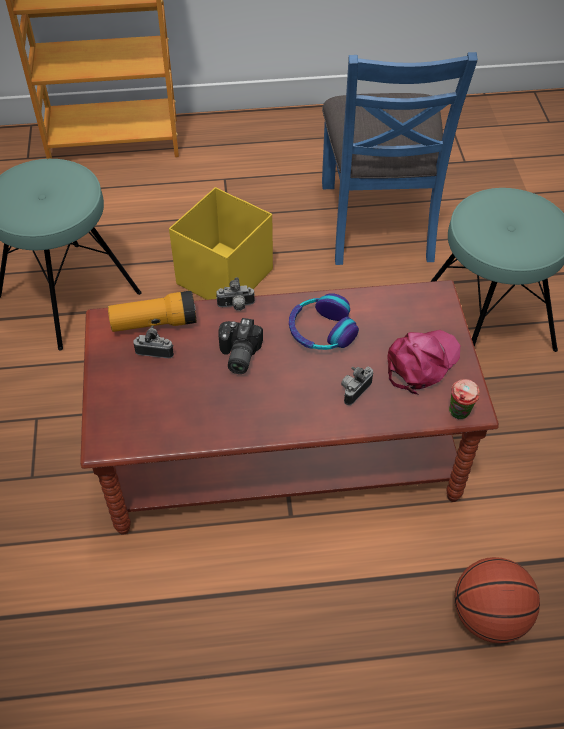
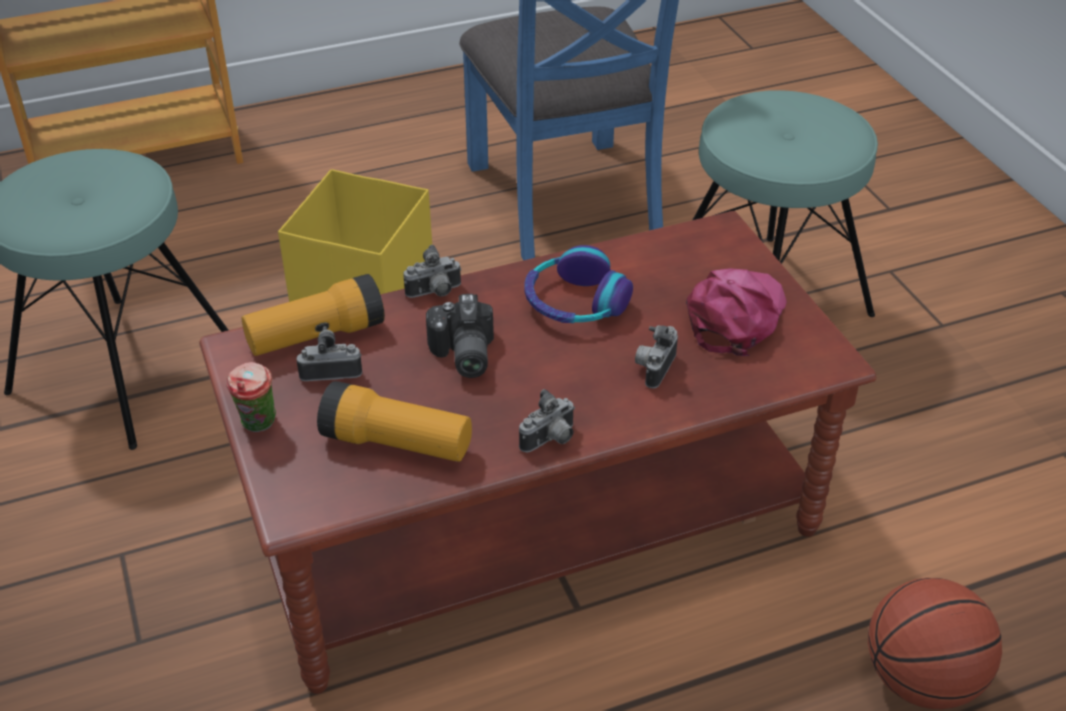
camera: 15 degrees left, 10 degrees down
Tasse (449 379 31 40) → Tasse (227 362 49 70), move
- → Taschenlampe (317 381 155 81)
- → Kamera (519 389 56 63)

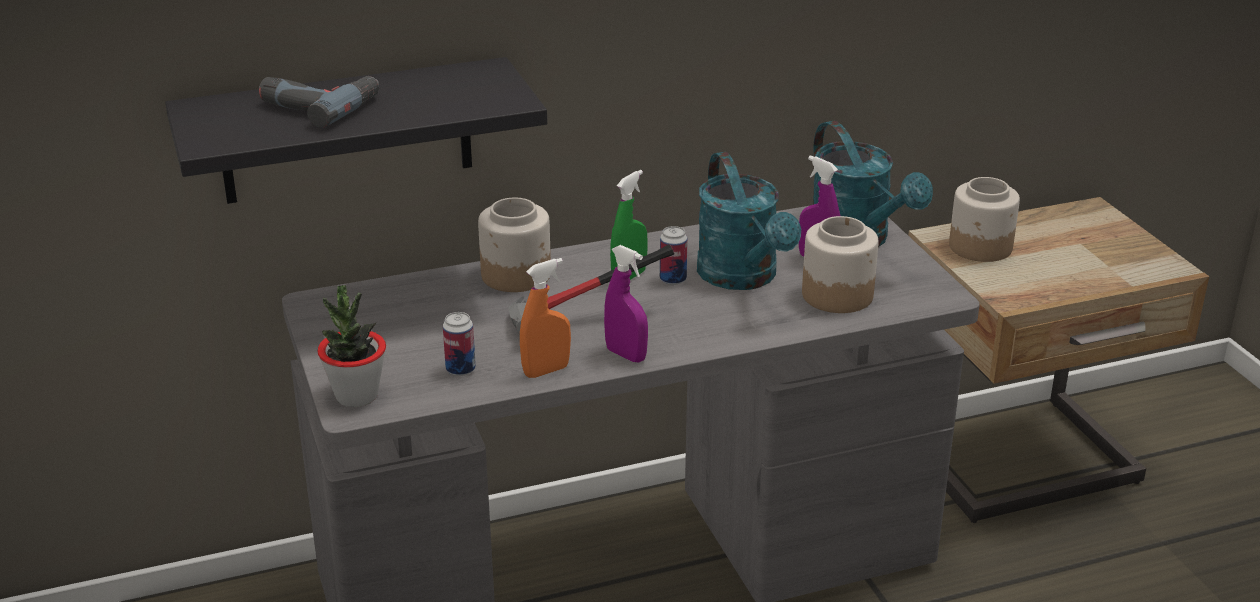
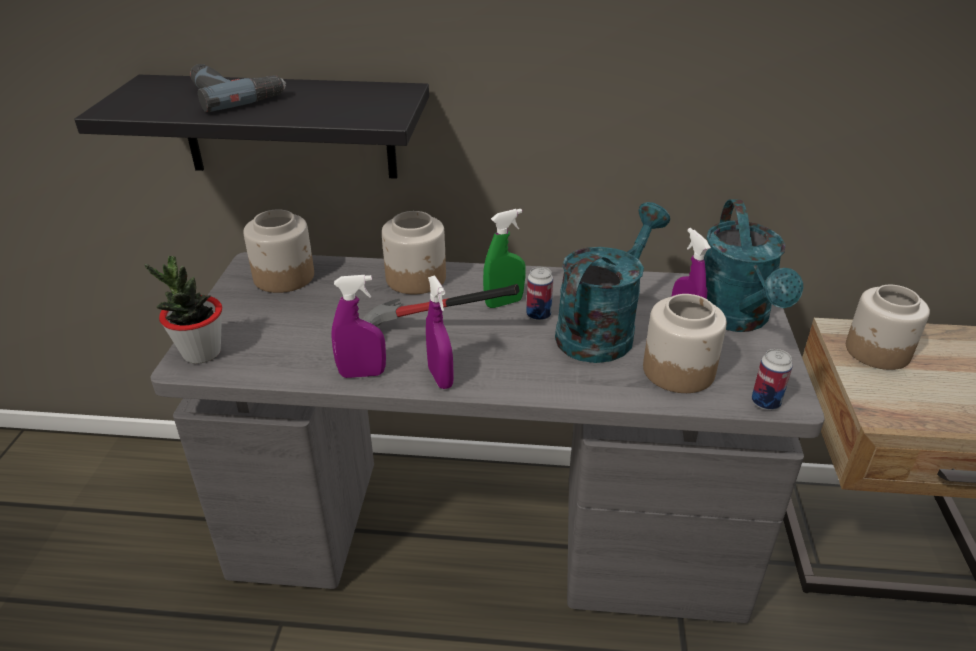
camera: 25 degrees right, 5 degrees up
Dose (443 312 33 64) → Dose (752 349 41 61), move
Sprühflasche [orange] (520 258 51 120) → Sprühflasche [lila] (331 275 55 103)
Gießkanne [türkis] (697 152 104 138) → Gießkanne [türkis] (555 202 115 161), 150 degrees counterclockwise
- → Vorratsglas (243 209 71 84)

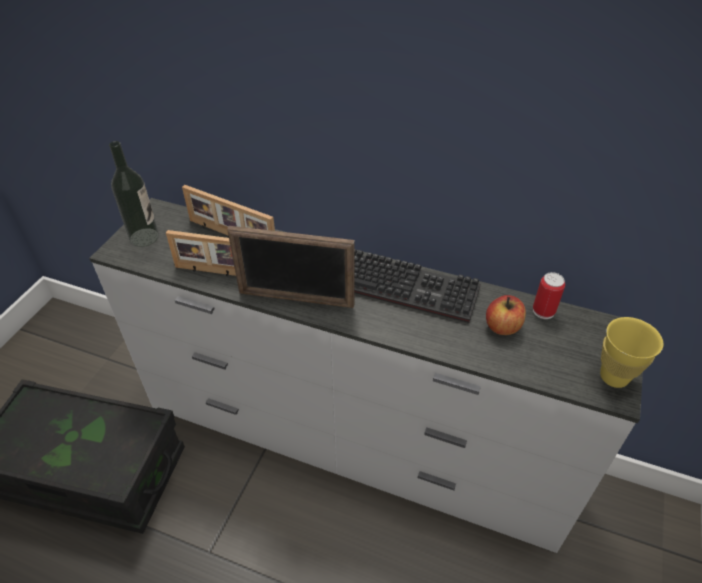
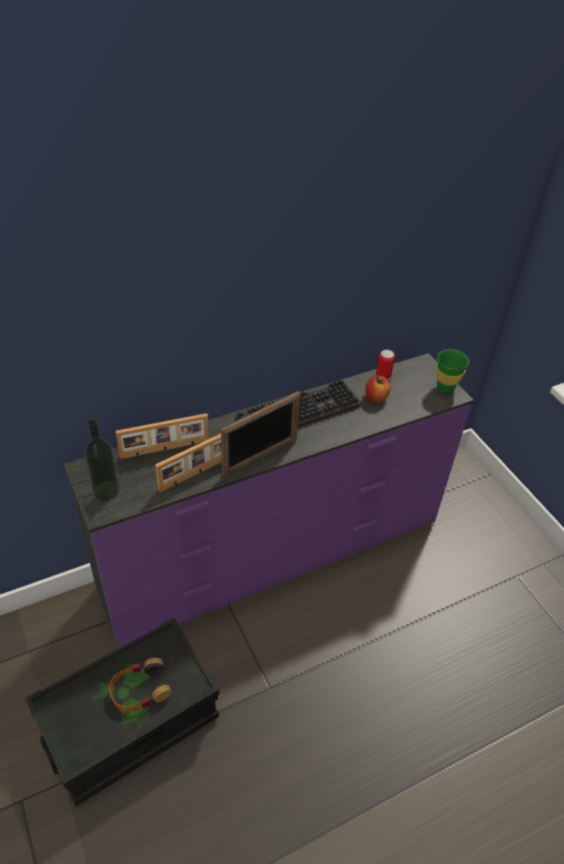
camera: 50 degrees left, 0 degrees up
Kommode [weiß] (89 198 554 355) → Kommode [lila] (64 353 410 295)
Tasse [gelb] (600 317 63 71) → Tasse [grün] (436 349 33 44)
- → Kopfhörer (109 658 63 53)

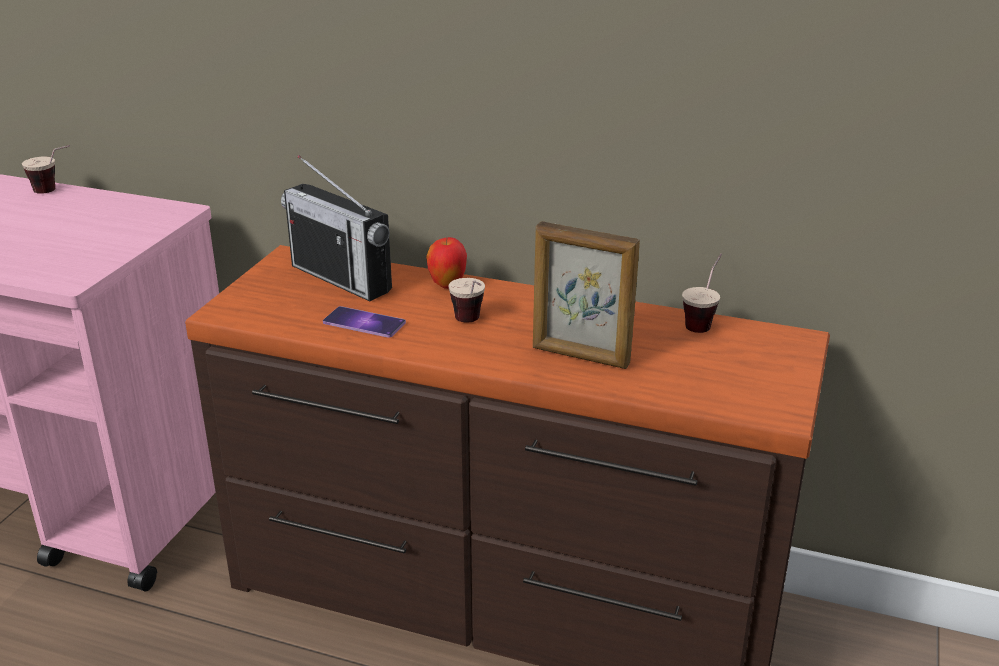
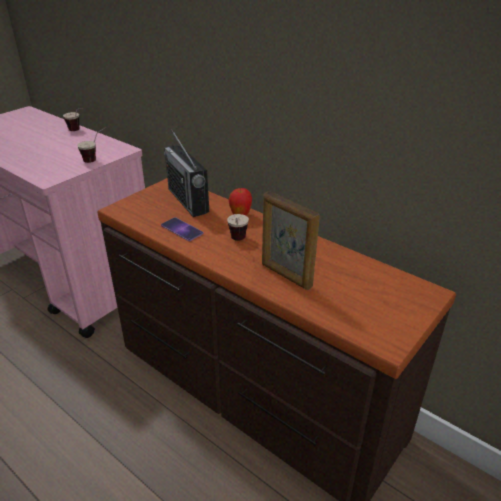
camera: 20 degrees right, 5 degrees up
Tasse (682 254 40 79) → Tasse (77 127 30 36), move

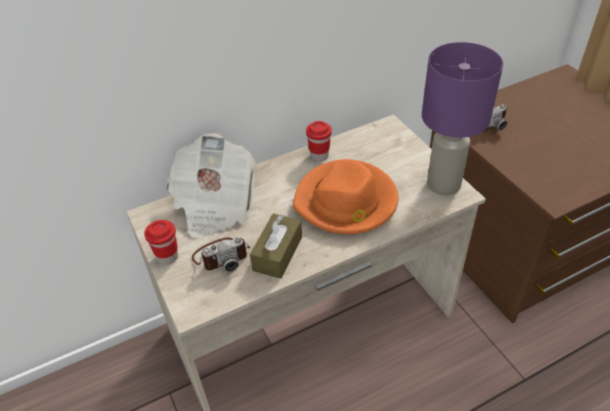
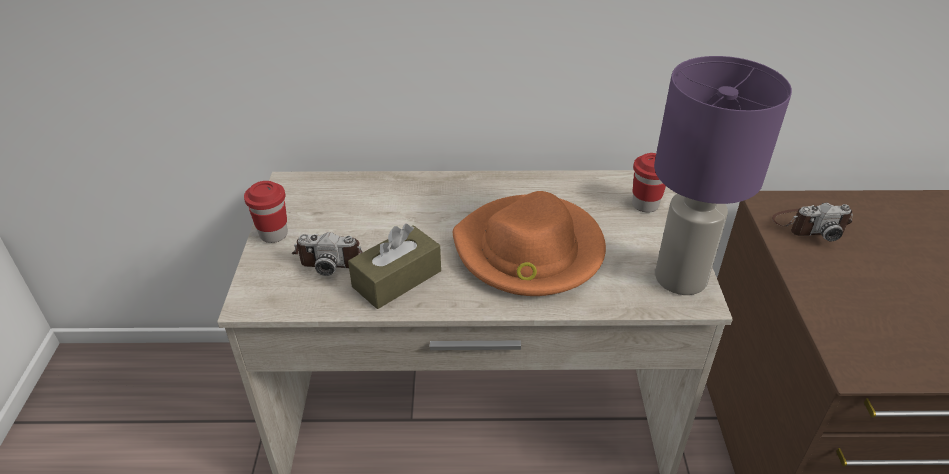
camera: 25 degrees right, 5 degrees down
Zeitung (167 133 90 106) → -
Tasse [rot] (306 121 26 40) → Tasse [rot] (632 153 34 60), move

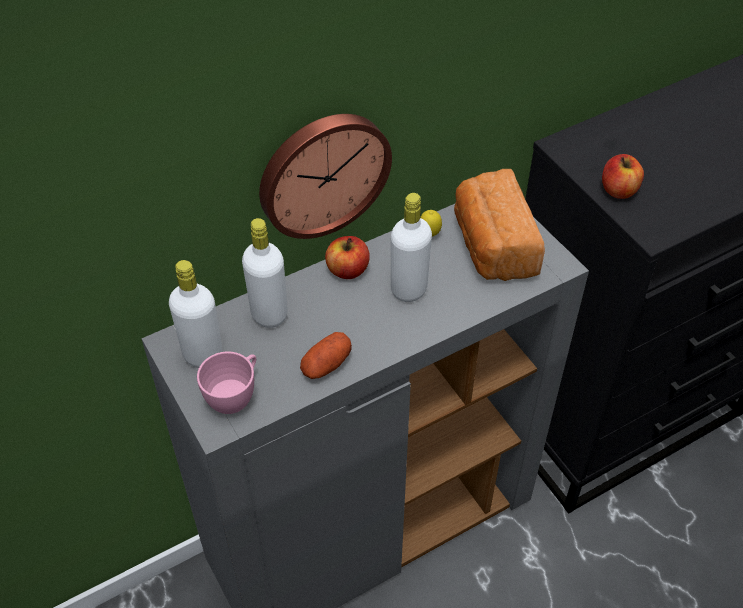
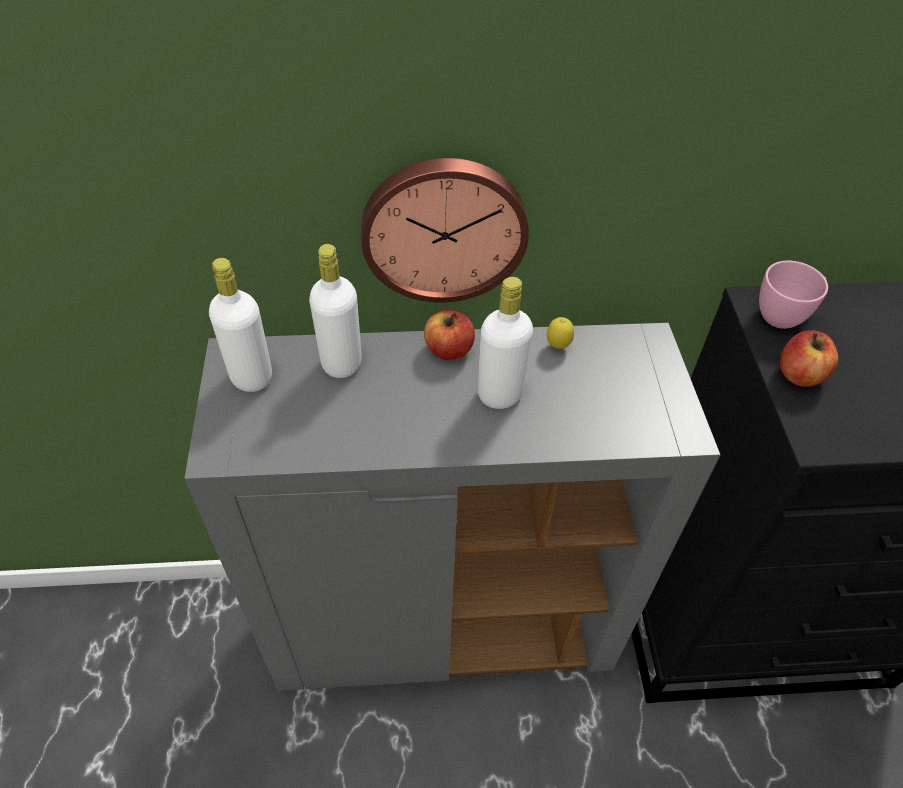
camera: 25 degrees right, 0 degrees up
Tasse [rosa] (197 351 59 63) → Tasse [rosa] (759 261 69 68), move
Kartoffel (300 332 52 47) → -
Brot (454 169 91 112) → -

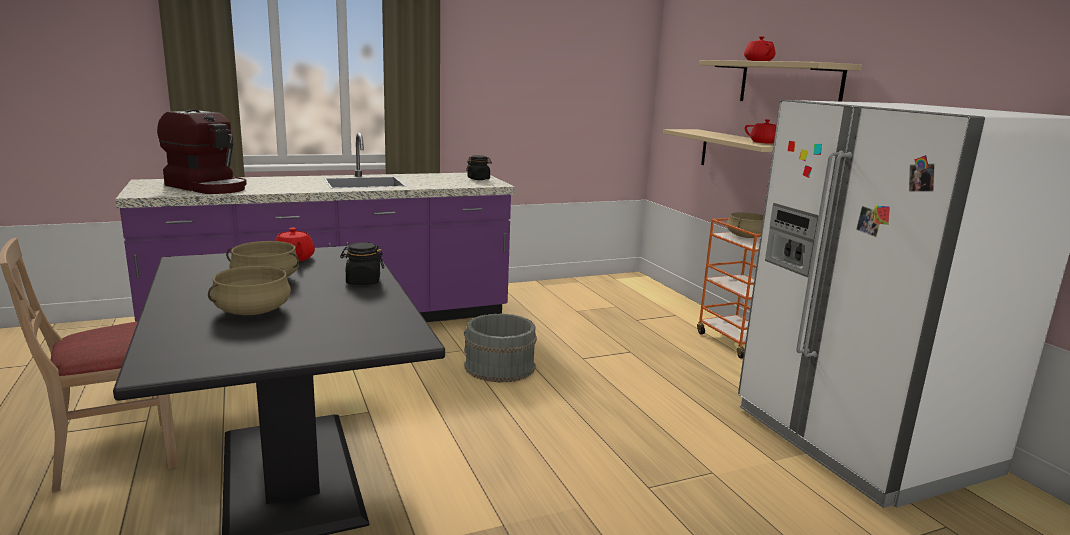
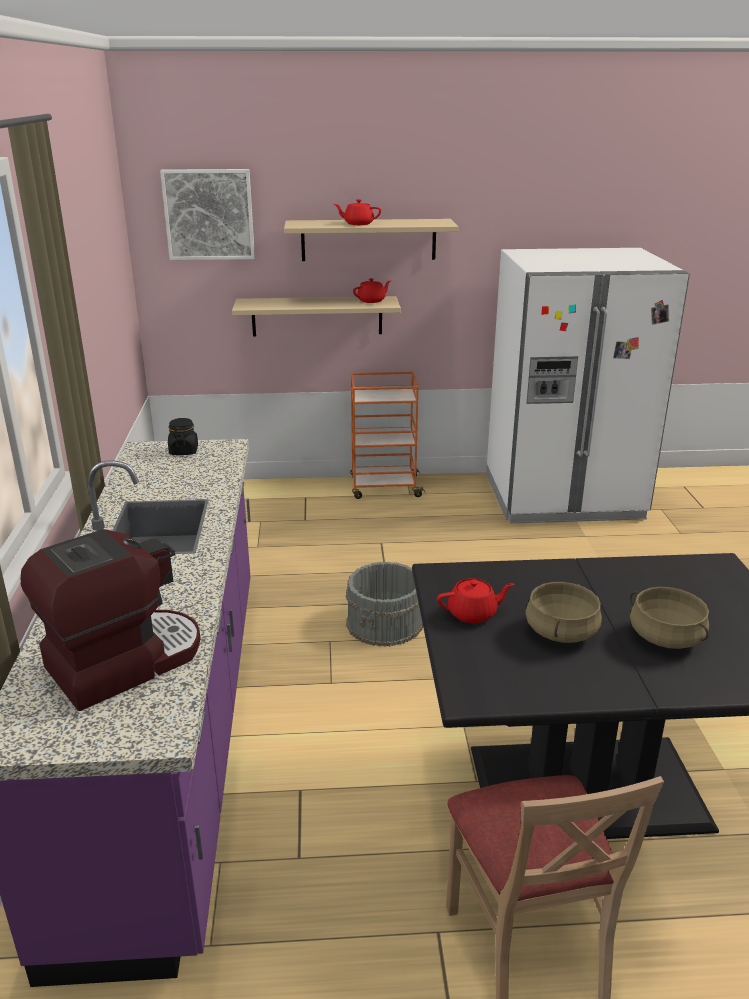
camera: 70 degrees left, 10 degrees up
Vorratsglas [schwarz] (340 242 44 43) → -
Kochtopf [beige] (727 212 37 26) → -
- → Bild (160 169 95 91)

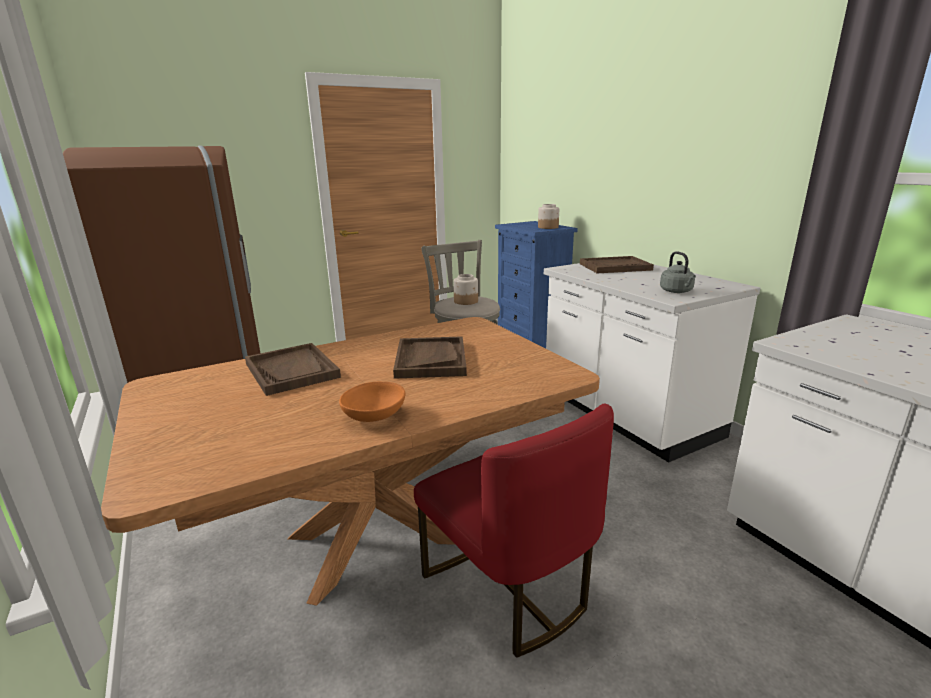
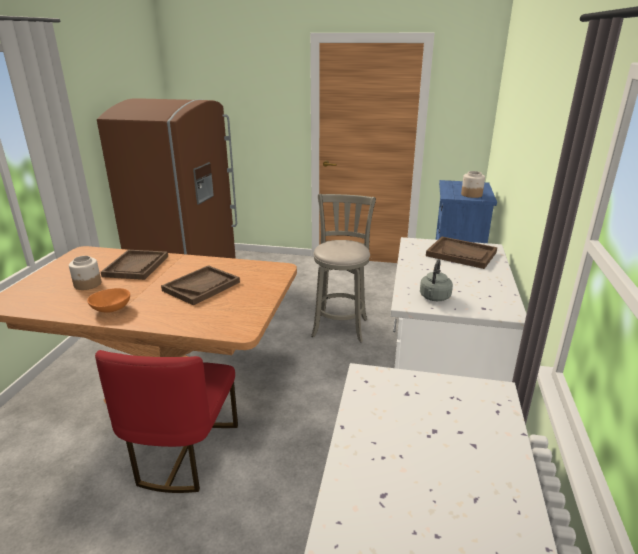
camera: 40 degrees right, 5 degrees up
Vorratsglas (453 274 25 31) → Vorratsglas (69 256 32 34), move

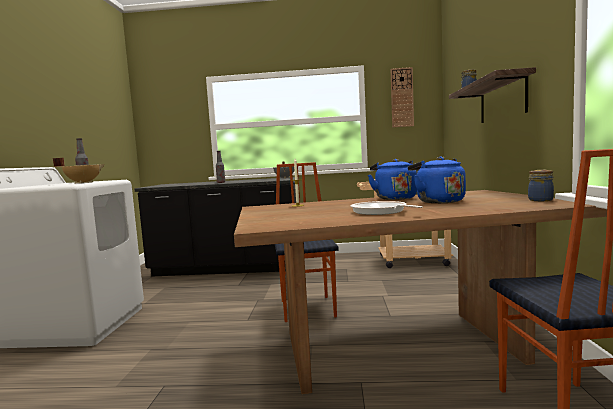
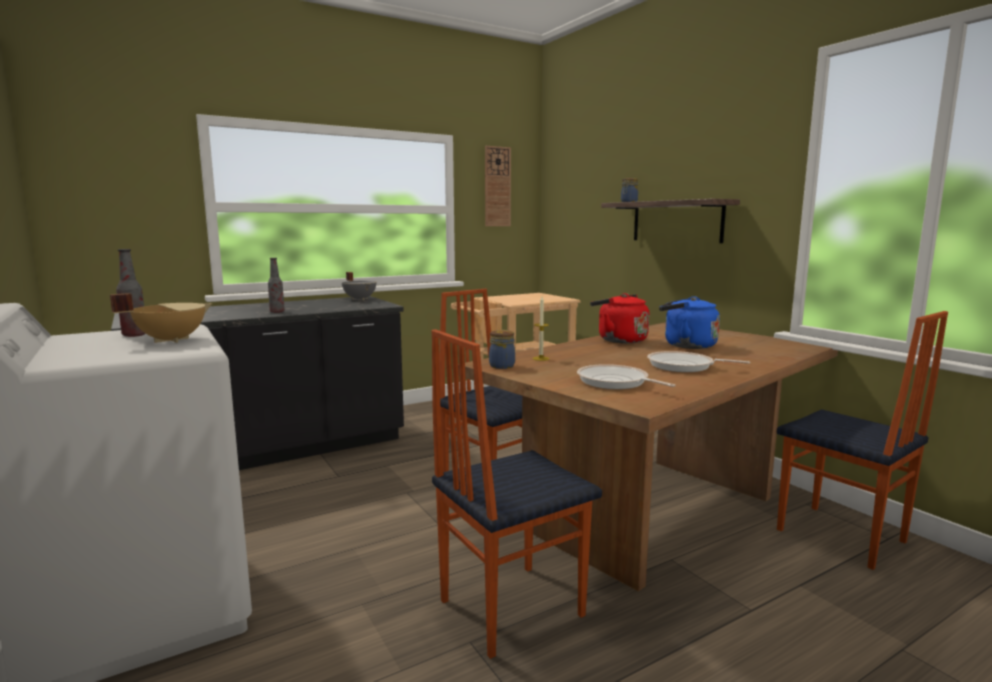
camera: 35 degrees left, 5 degrees up
Wasserkessel [blau] (368 159 49 41) → Wasserkessel [rot] (590 293 59 50)
Vorratsglas (528 170 26 31) → Vorratsglas (489 330 26 39), move
- → Stuhl (432 329 170 330)
- → Pfanne (577 364 99 25)

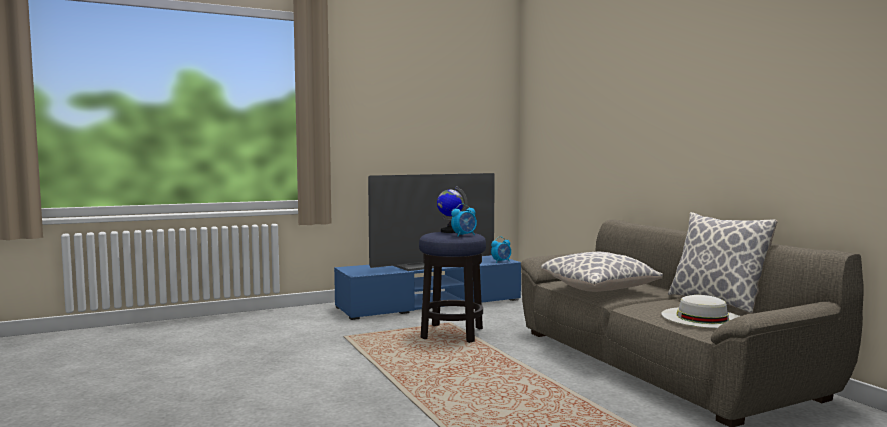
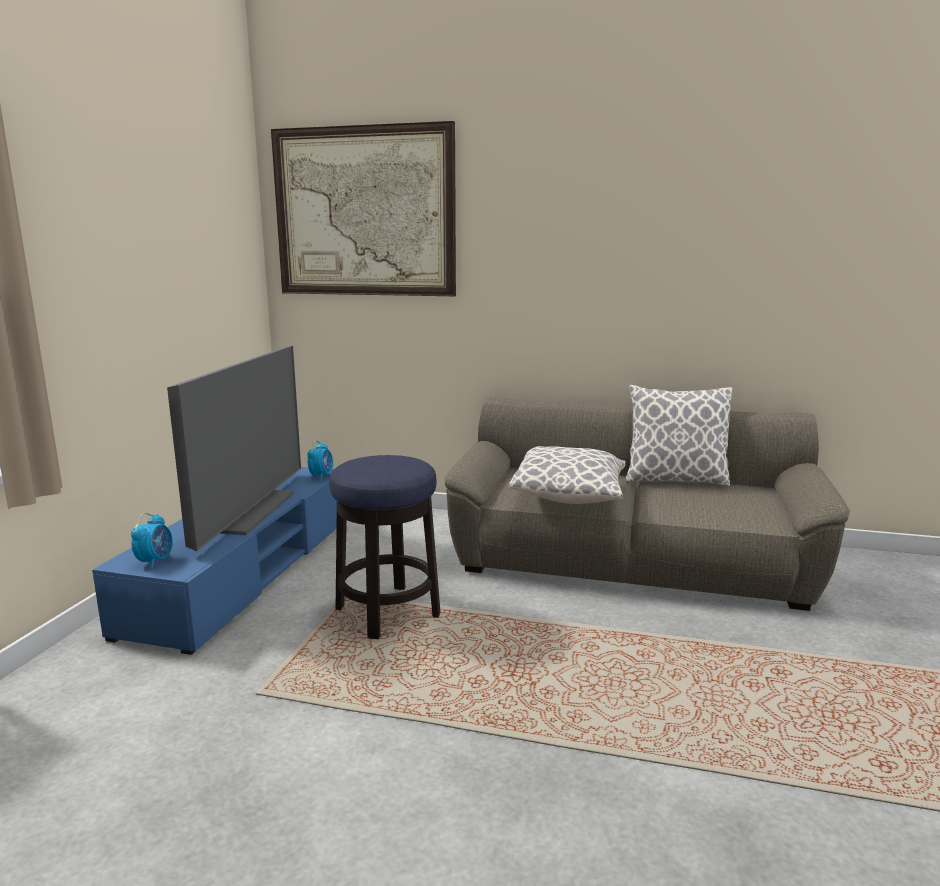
camera: 50 degrees left, 10 degrees up
Globus (437 186 31 47) → -
Wecker (451 204 26 33) → Wecker (131 513 42 56), move
Hut [weiß] (661 295 79 33) → -
- → Bild (271 121 185 175)

